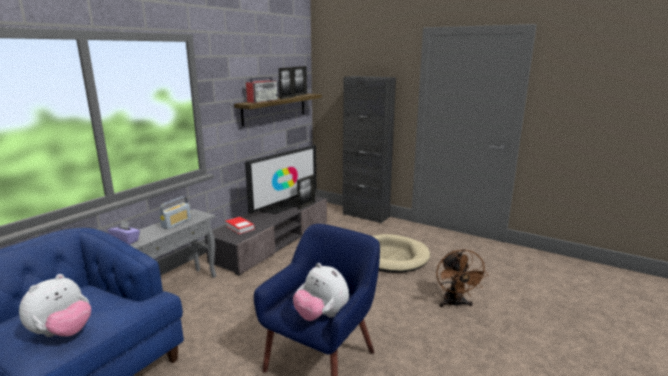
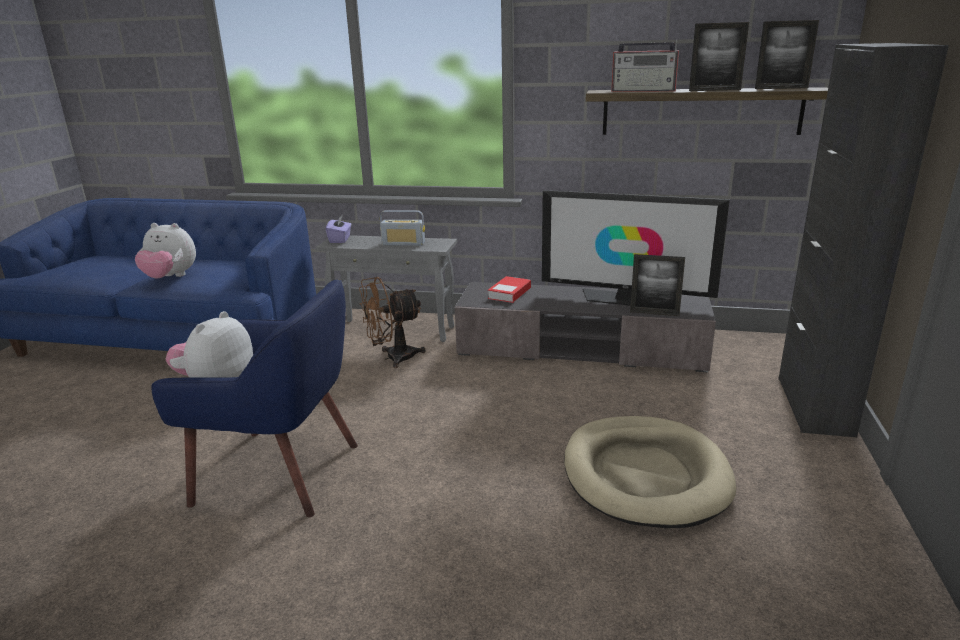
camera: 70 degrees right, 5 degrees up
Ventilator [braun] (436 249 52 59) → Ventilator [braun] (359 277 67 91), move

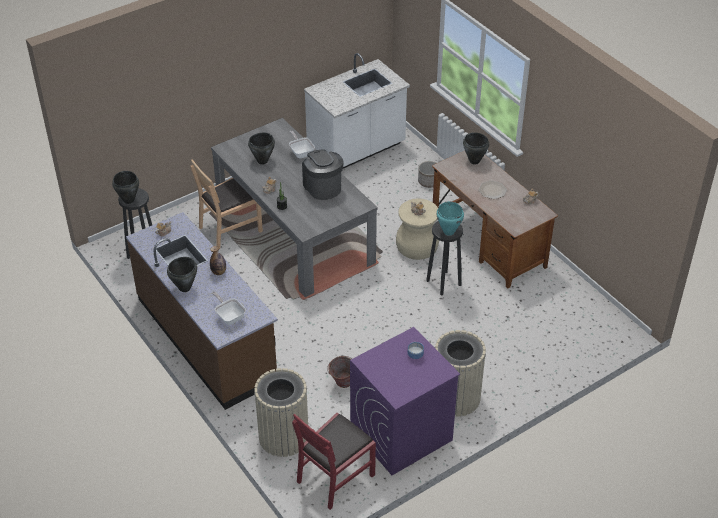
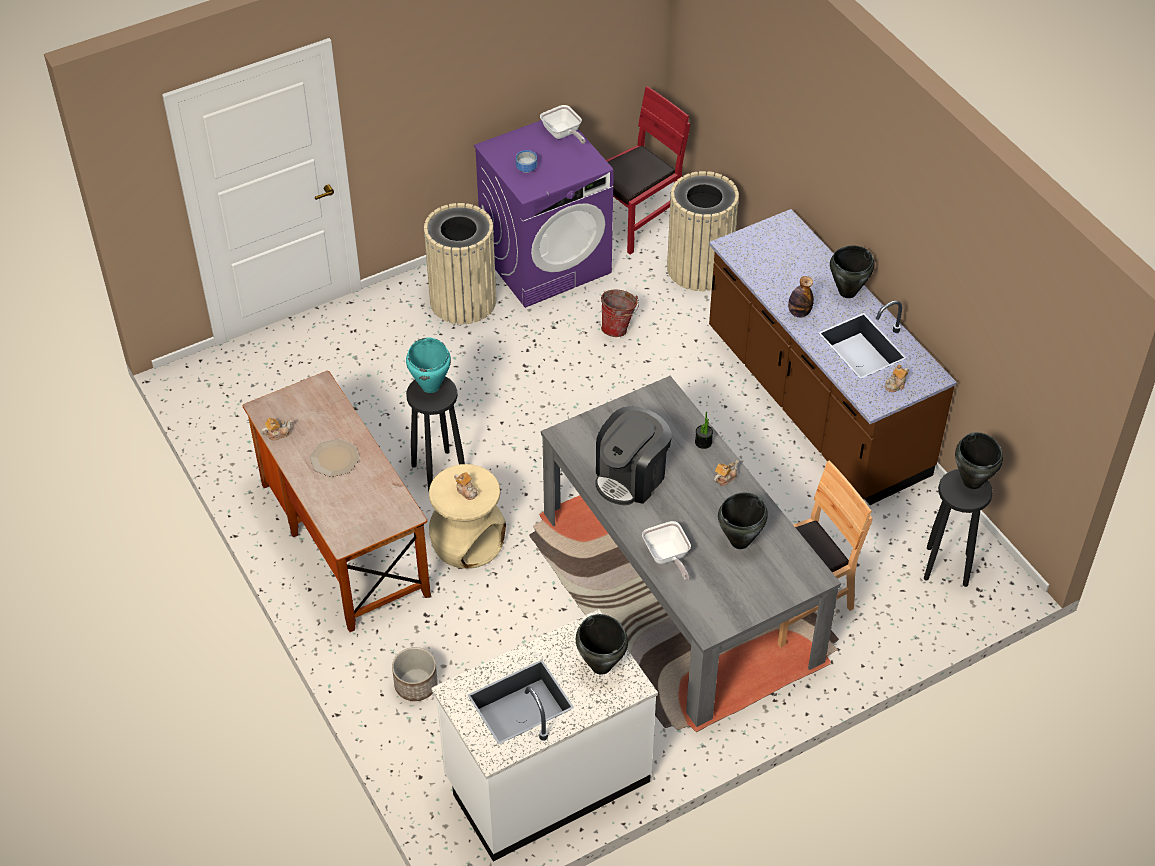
camera: 175 degrees left, 5 degrees up
Pfanne (212 292 34 33) → Pfanne (540 105 45 39), move
Kaffeemaschine (302 149 42 51) → Kaffeemaschine (596 406 76 99), 60 degrees clockwise
Kochtopf [schwarz] (463 132 26 33) → Kochtopf [schwarz] (576 614 52 61), move

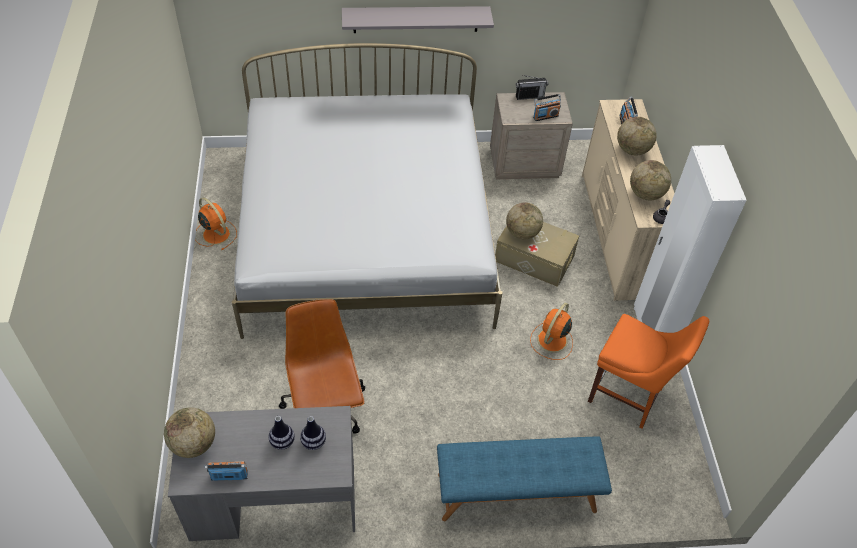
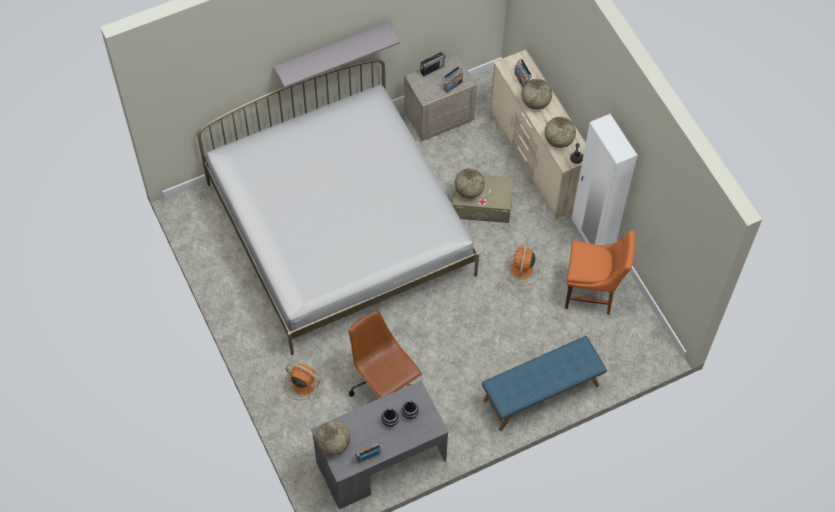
camera: 20 degrees left, 10 degrees up
Ventilator [orange] (195 197 42 53) → Ventilator [orange] (284 363 38 37), move

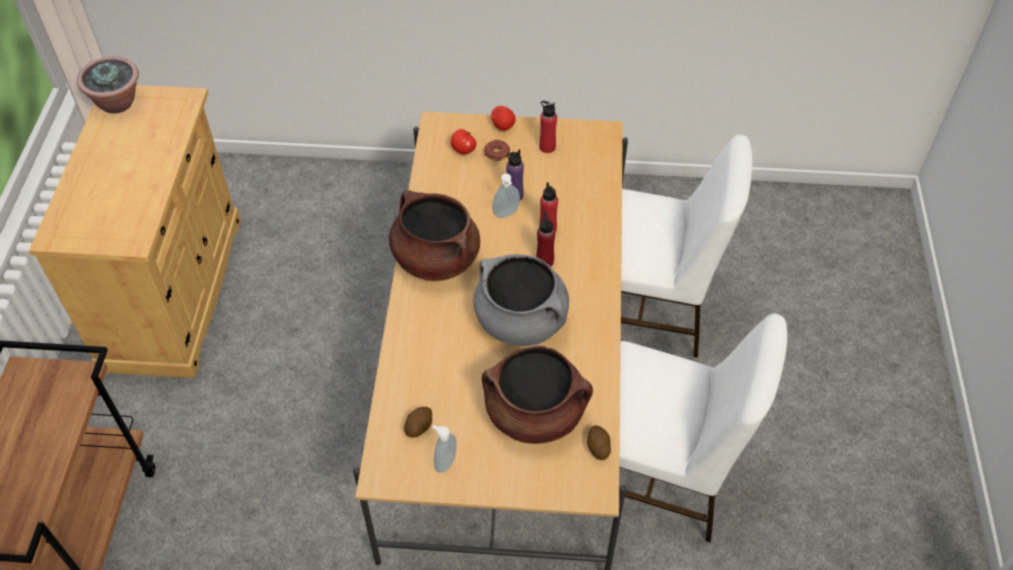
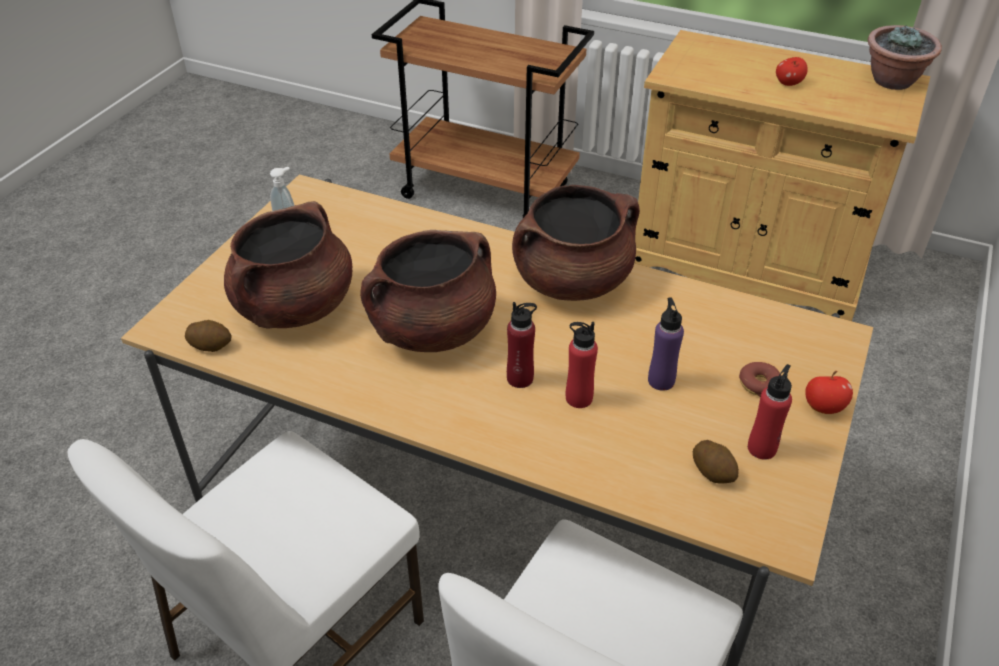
camera: 110 degrees right, 10 degrees down
Kartoffel (404 407 28 31) → Kartoffel (693 440 46 44), move
Apfel (451 129 26 26) → Apfel (776 57 32 29), move
Kochtopf [grau] (473 254 96 92) → Kochtopf [braun] (360 230 136 122)
Seifenspender (492 173 28 45) → -

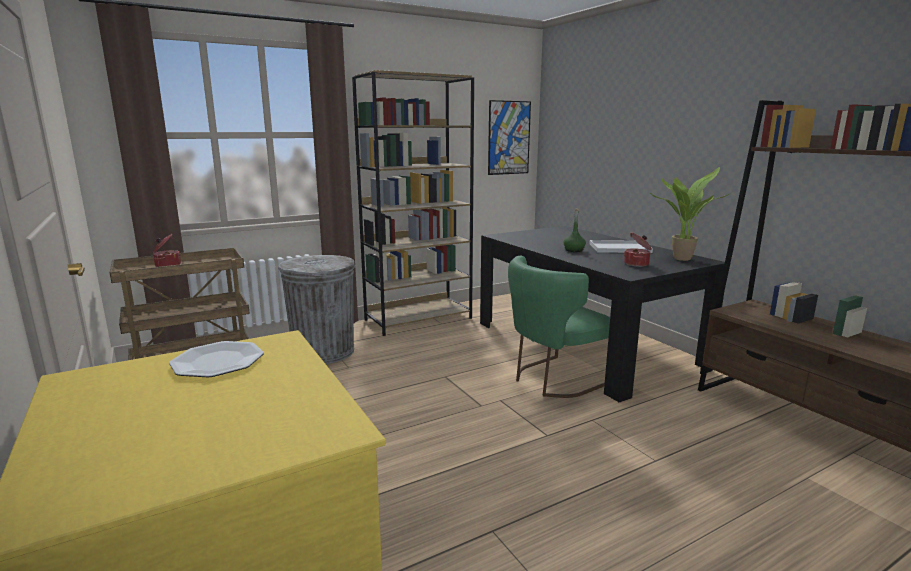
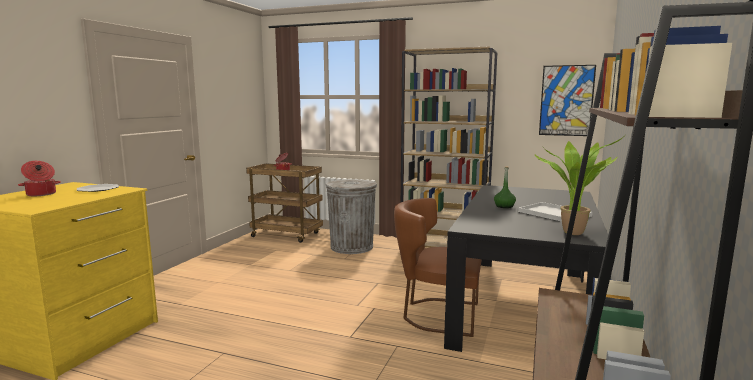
camera: 50 degrees right, 5 degrees down
Stuhl [grün] (508 256 102 142) → Stuhl [braun] (394 198 88 139)
Kochtopf (624 232 28 35) → Kochtopf (18 161 43 35), move

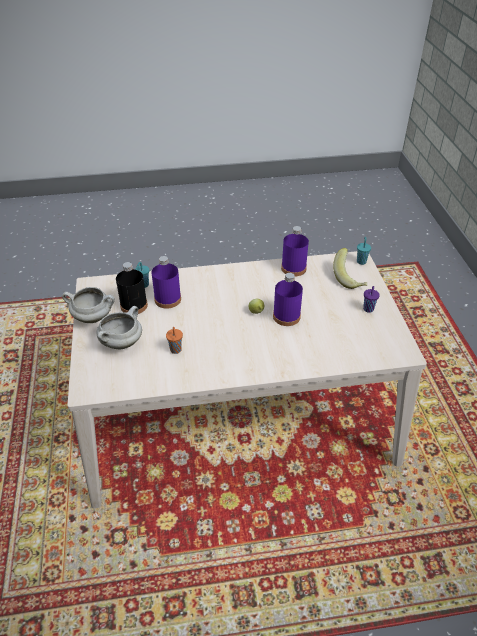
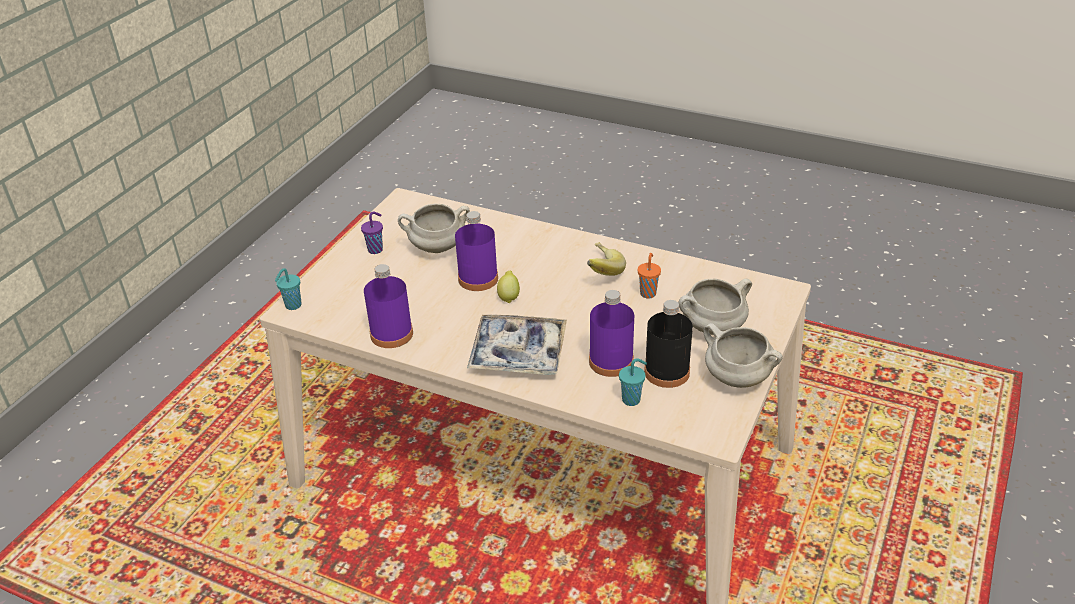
camera: 145 degrees left, 5 degrees down
Banane (333 248 34 41) → Banane (587 242 39 34), move
- → Kochtopf [weiß] (398 204 72 49)
- → Tablett (467 315 100 60)

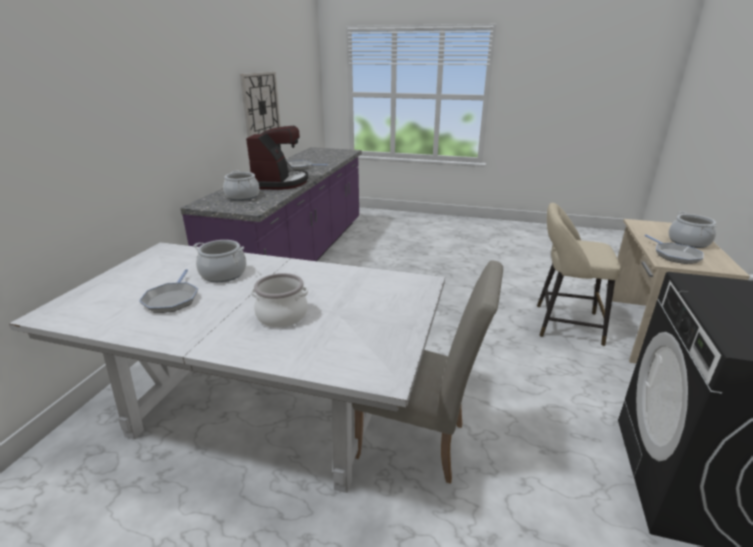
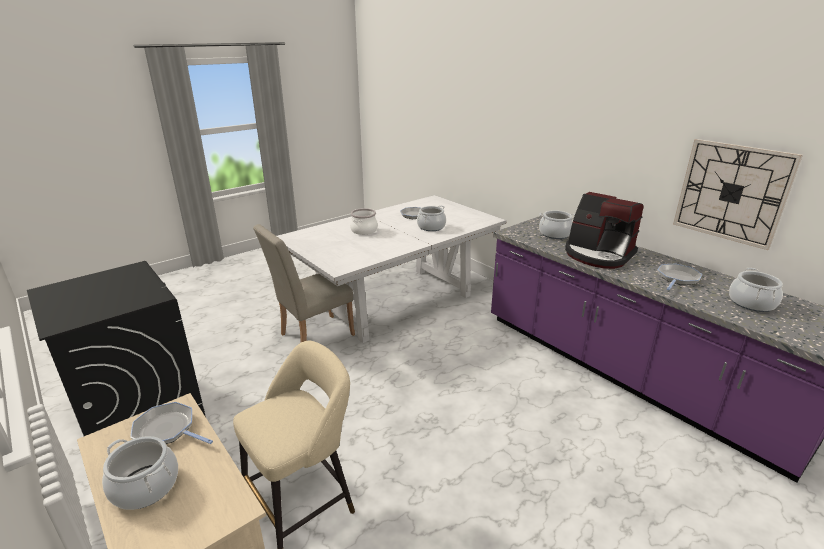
camera: 125 degrees right, 0 degrees up
- → Kochtopf (729 268 54 44)

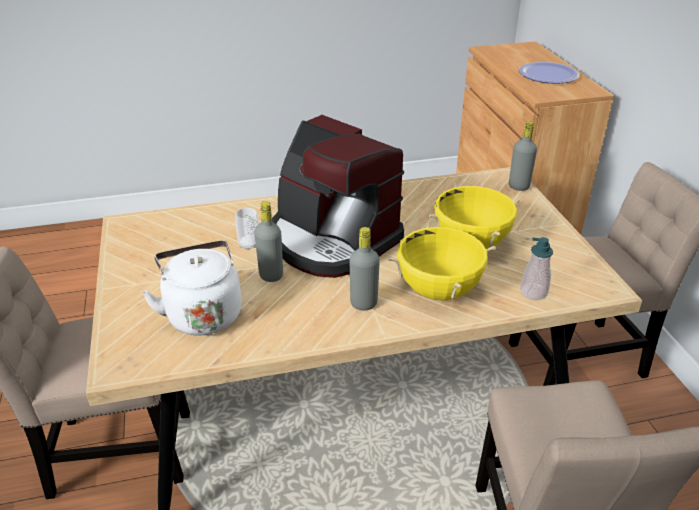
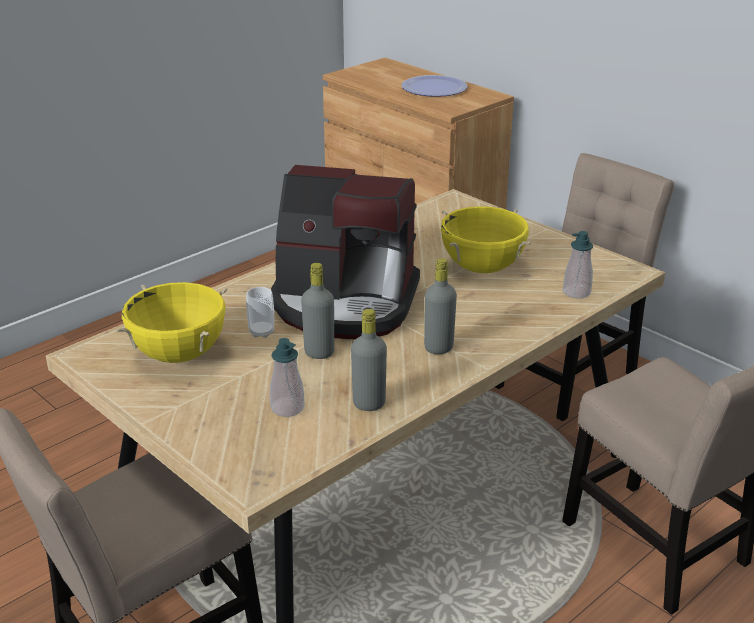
camera: 30 degrees left, 5 degrees down
Wasserkessel [weiß] (142 240 100 96) → Seifenspender (270 338 35 79)
Kochtopf [gelb] (388 223 108 77) → Kochtopf [gelb] (116 282 112 81), move
Flasche [grau] (509 121 28 70) → Flasche [grau] (351 309 36 102), move

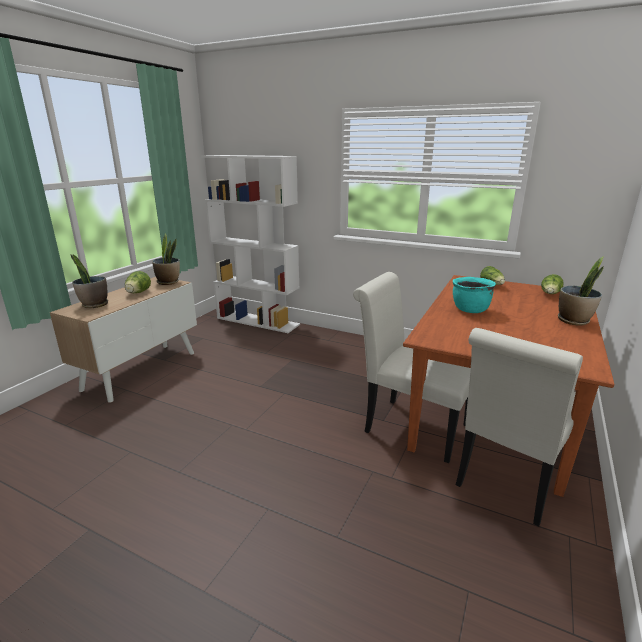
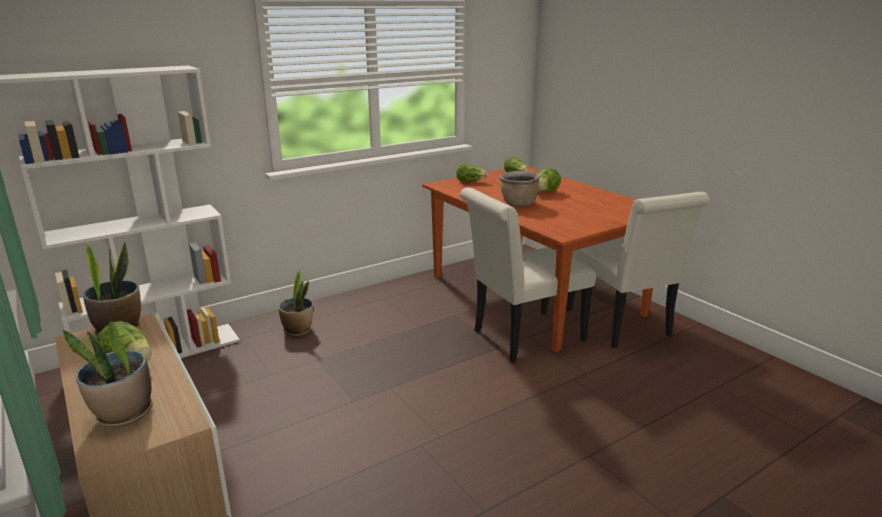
camera: 60 degrees left, 0 degrees up
Kochtopf [türkis] (453 277 43 36) → Kochtopf [braun] (499 171 42 35)
Topfpflanze (558 256 46 70) → Topfpflanze (278 269 35 68), move
- → Salatkopf (538 168 23 24)

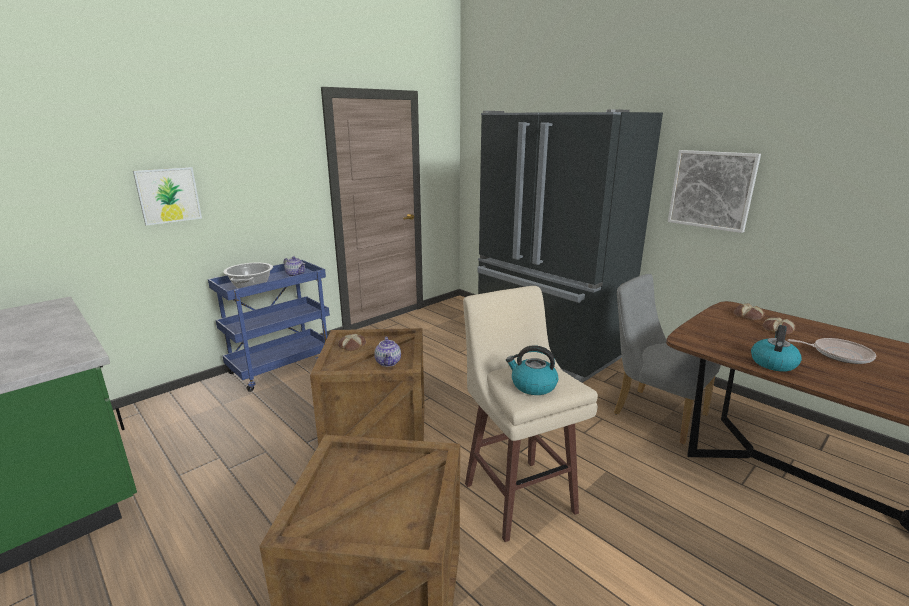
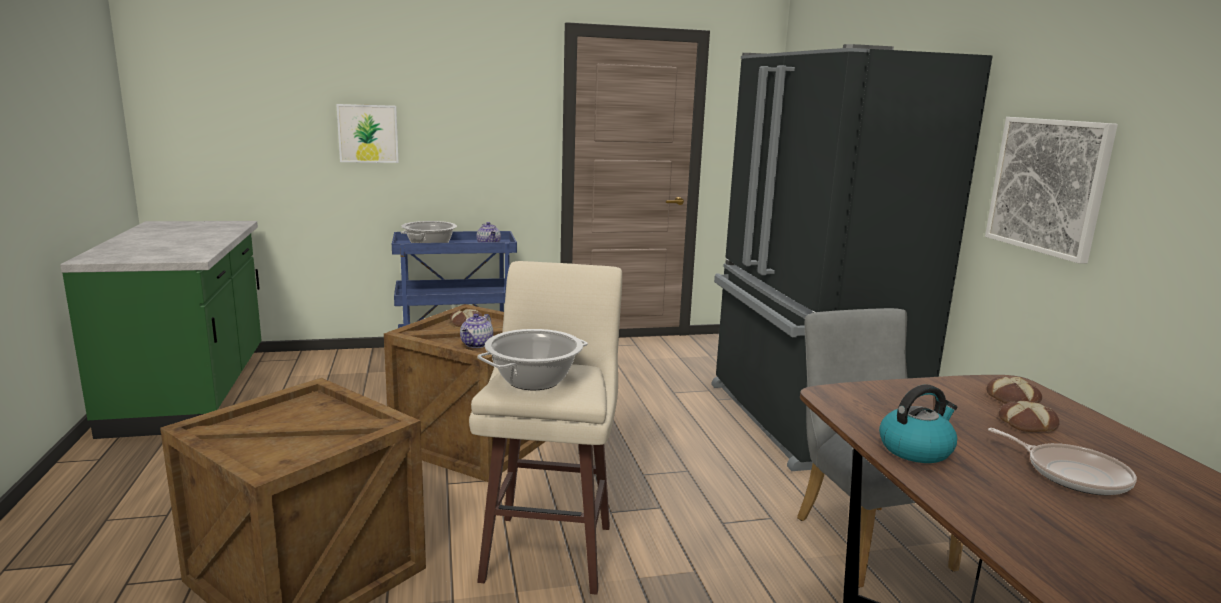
camera: 30 degrees right, 5 degrees down
Wasserkessel (506 345 52 50) → Kochtopf (477 329 111 61)

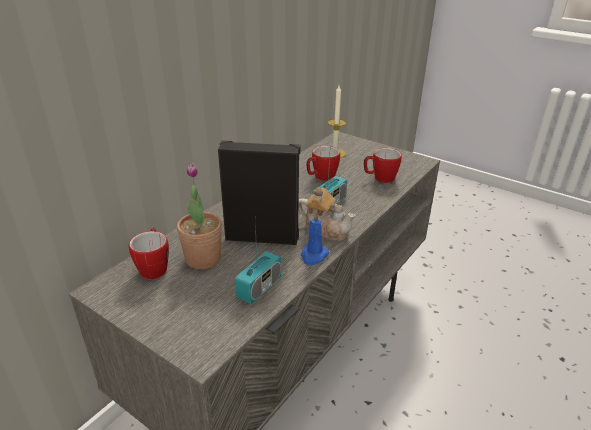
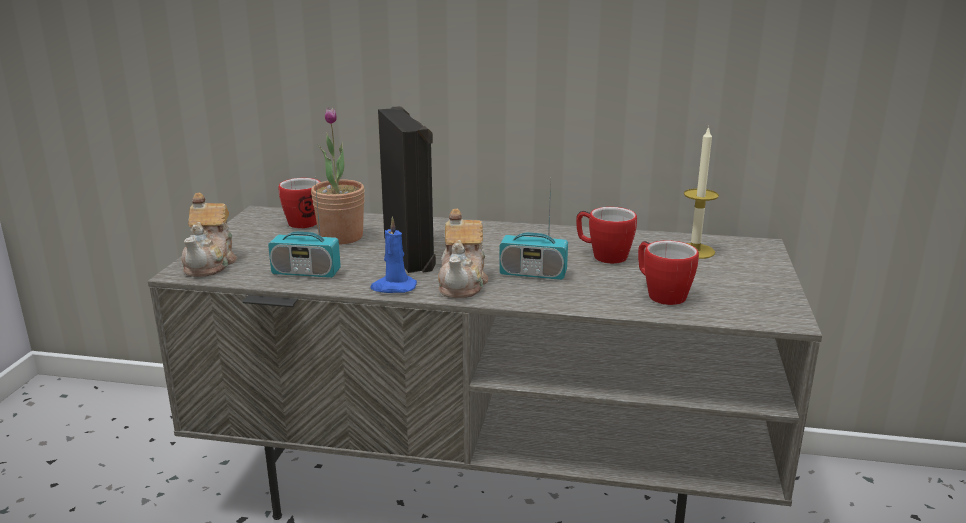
camera: 65 degrees right, 10 degrees down
- → Teekanne (181 193 56 84)

